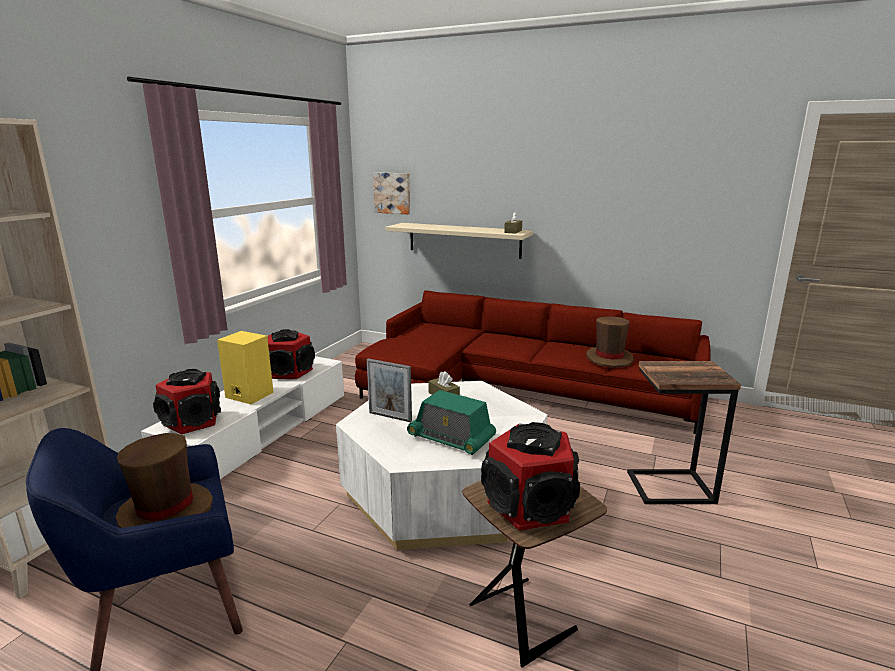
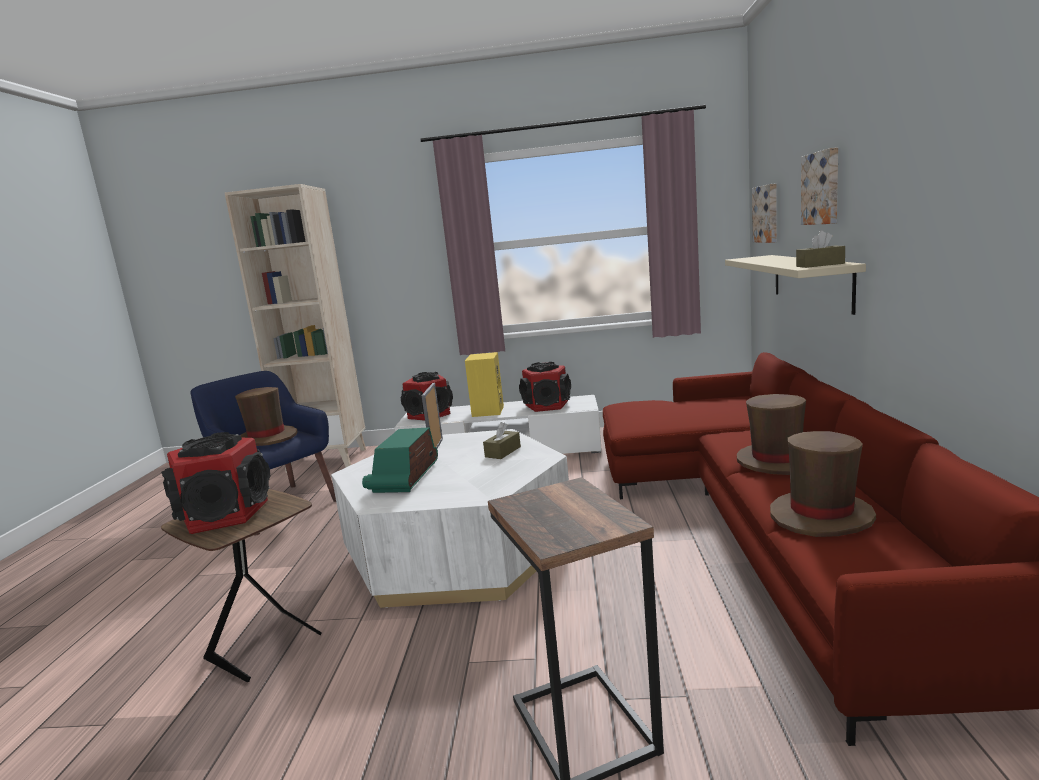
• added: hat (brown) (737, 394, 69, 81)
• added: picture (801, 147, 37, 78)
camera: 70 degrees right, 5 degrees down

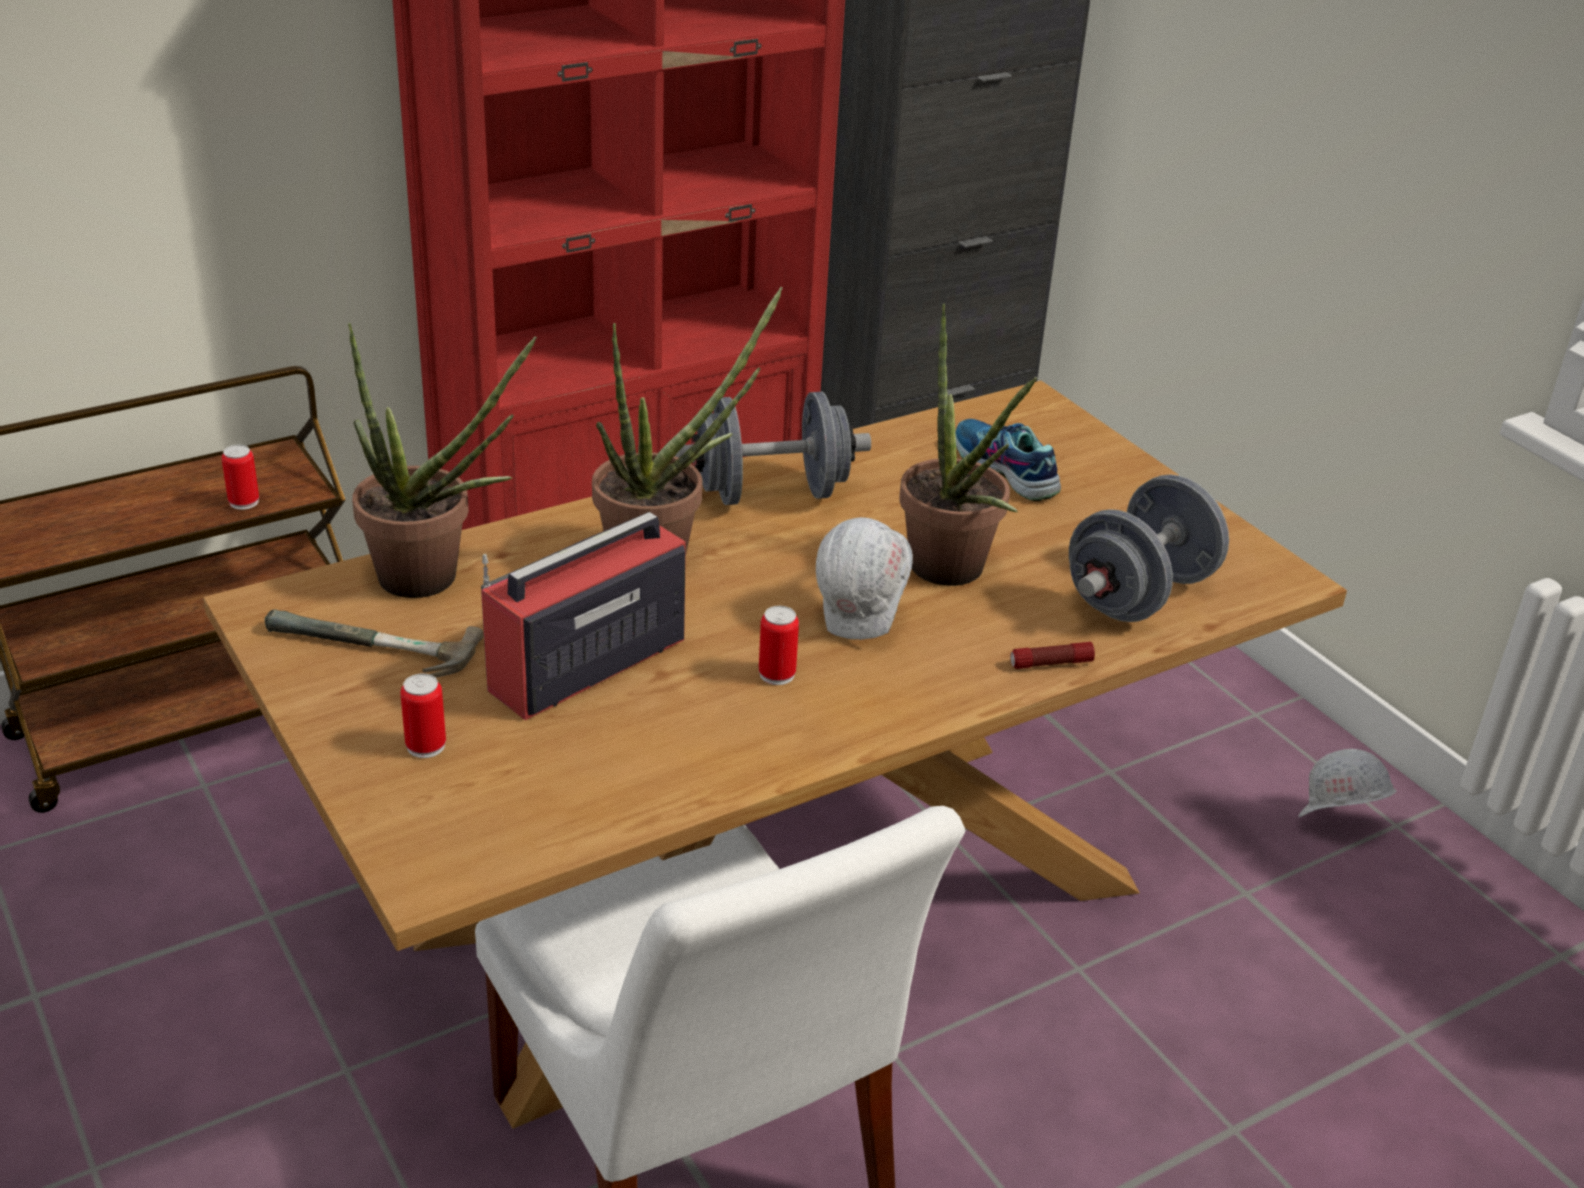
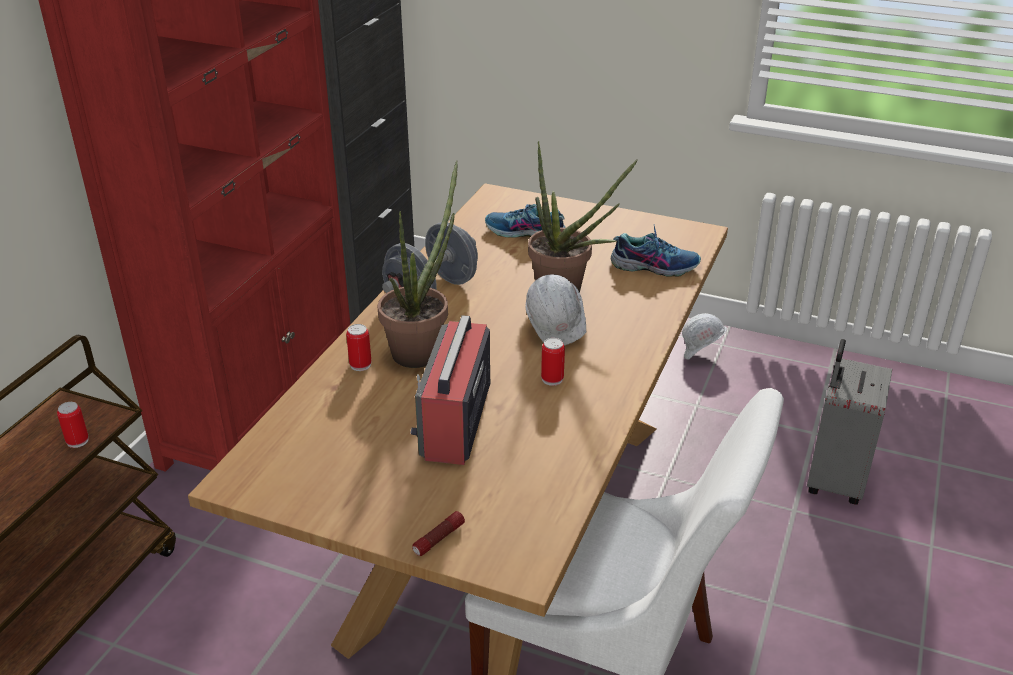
• moved: can (400, 673, 46, 85) to (346, 324, 26, 47)
• moved: flashlight (1010, 642, 85, 27) to (412, 511, 53, 45)
• replaced: dumbbell (grey) (1069, 475, 160, 147) to shoe (611, 224, 90, 53)
• added: suitcase (grey) (807, 339, 85, 166)
• removed: hammer (265, 609, 218, 69)
• removed: potted plant (348, 322, 189, 276)
camera: 35 degrees left, 0 degrees up

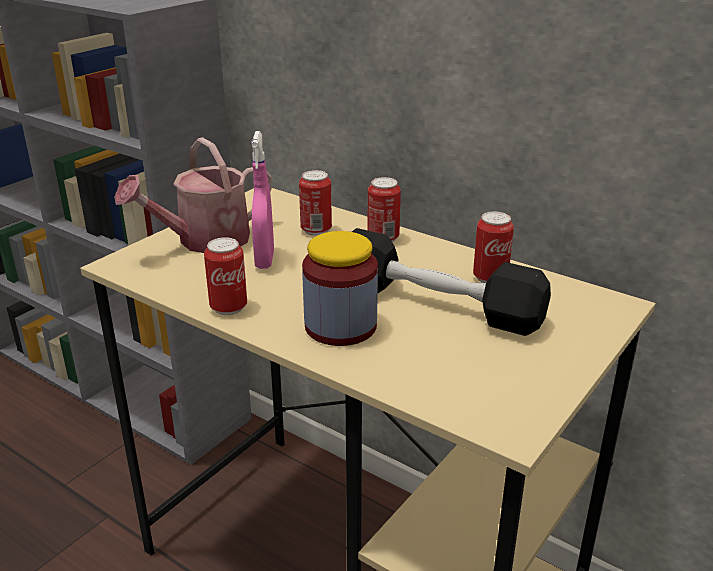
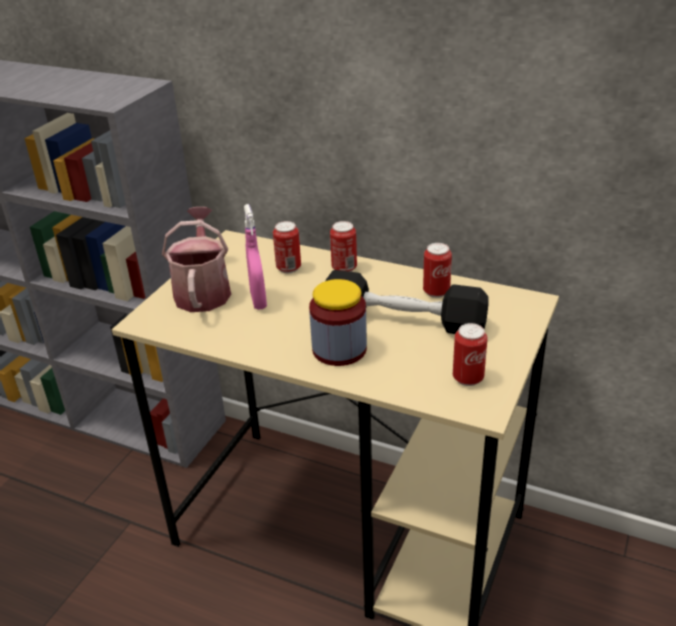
• turned: watering can (114, 137, 158, 116) = (162, 207, 69, 105) 135 degrees clockwise
• moved: can (204, 237, 43, 78) to (453, 323, 34, 63)
camera: 10 degrees left, 5 degrees up

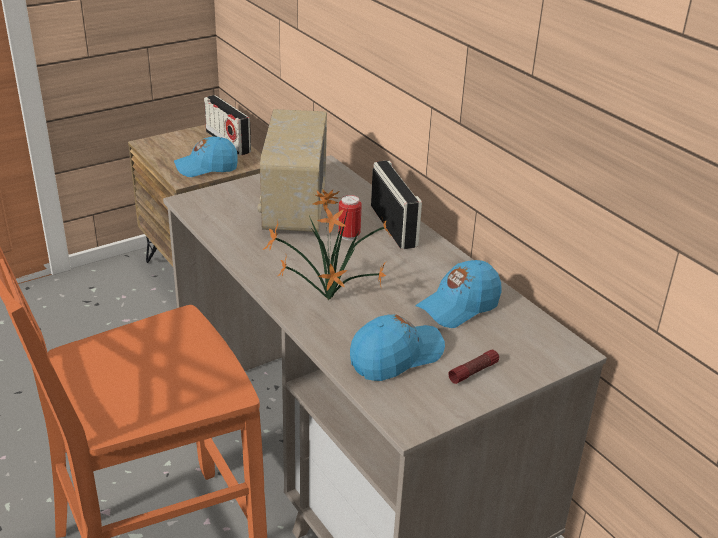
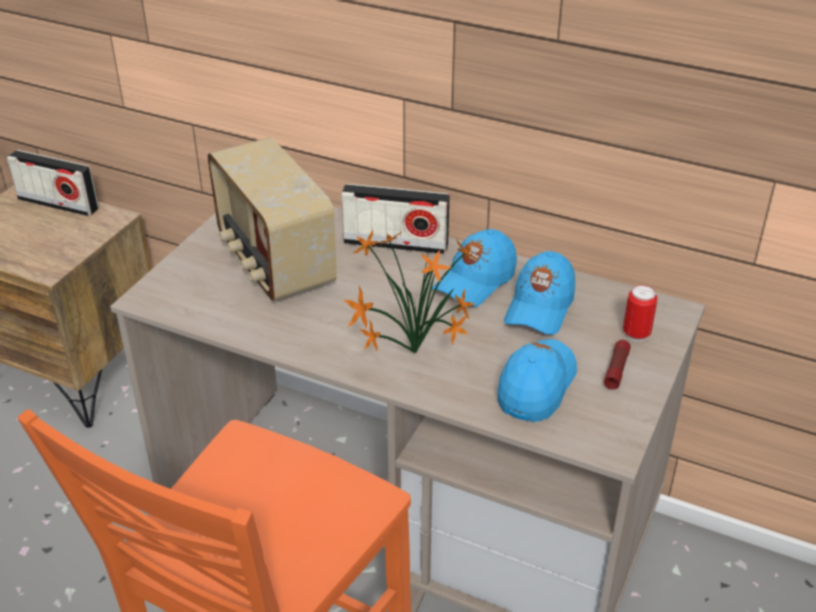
• turned: radio (371, 161, 51, 88) = (341, 184, 109, 70) 150 degrees clockwise
• moved: cap (blue) (174, 137, 64, 40) to (432, 229, 85, 78)
• moved: can (338, 195, 24, 46) to (623, 285, 34, 56)
camera: 30 degrees left, 5 degrees up

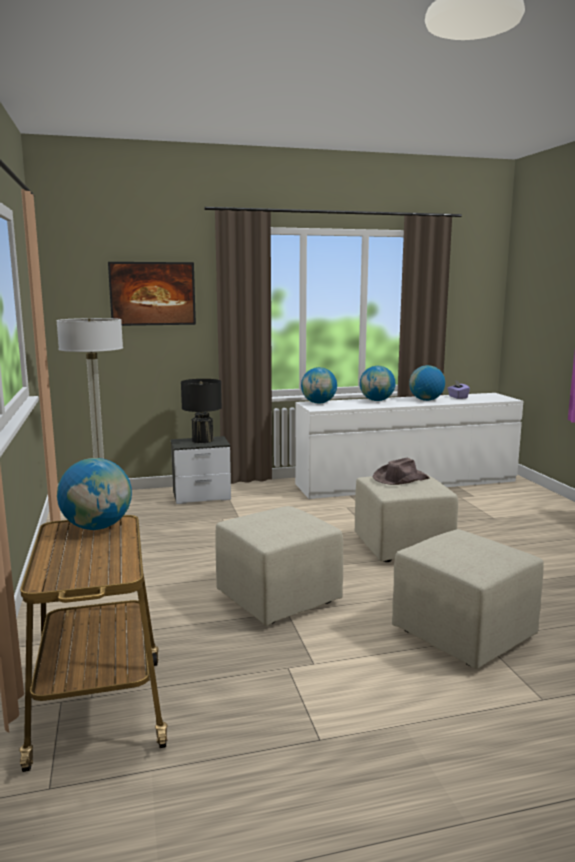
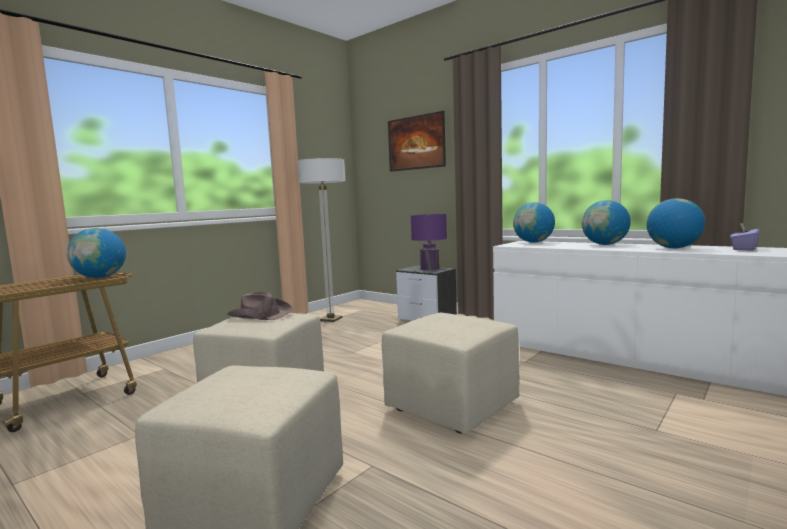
• moved: hat (brown) (373, 458, 57, 27) to (227, 292, 66, 28)
• recoloured: table lamp (black) (181, 379, 41, 64) to table lamp (purple) (411, 214, 36, 56)
camera: 55 degrees right, 5 degrees down

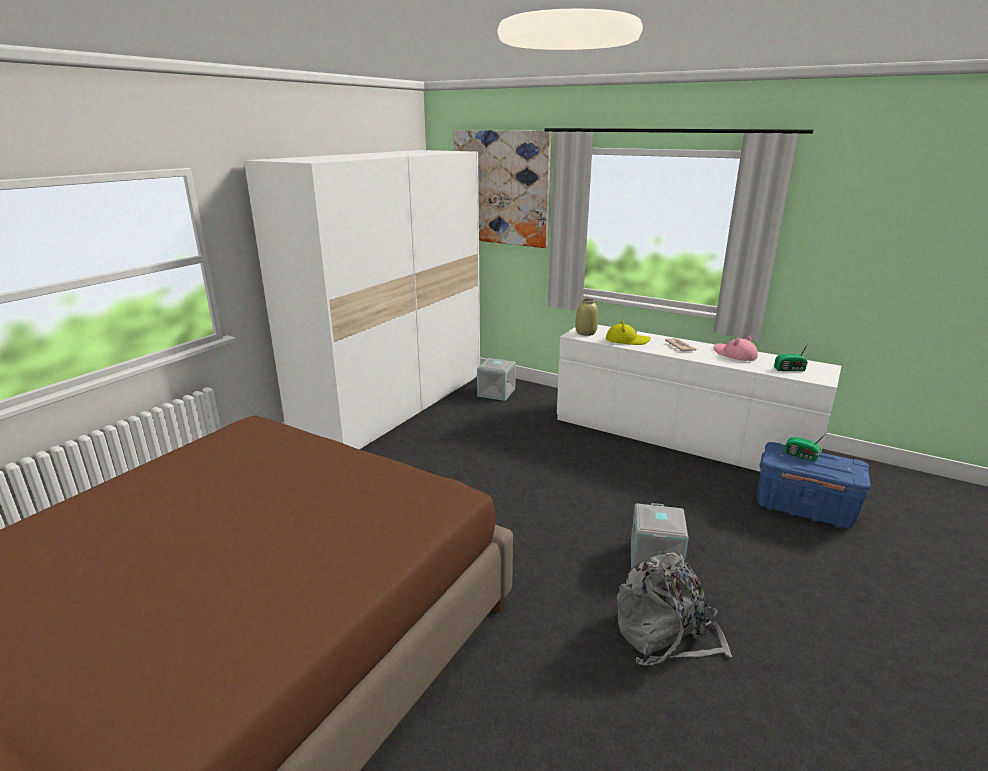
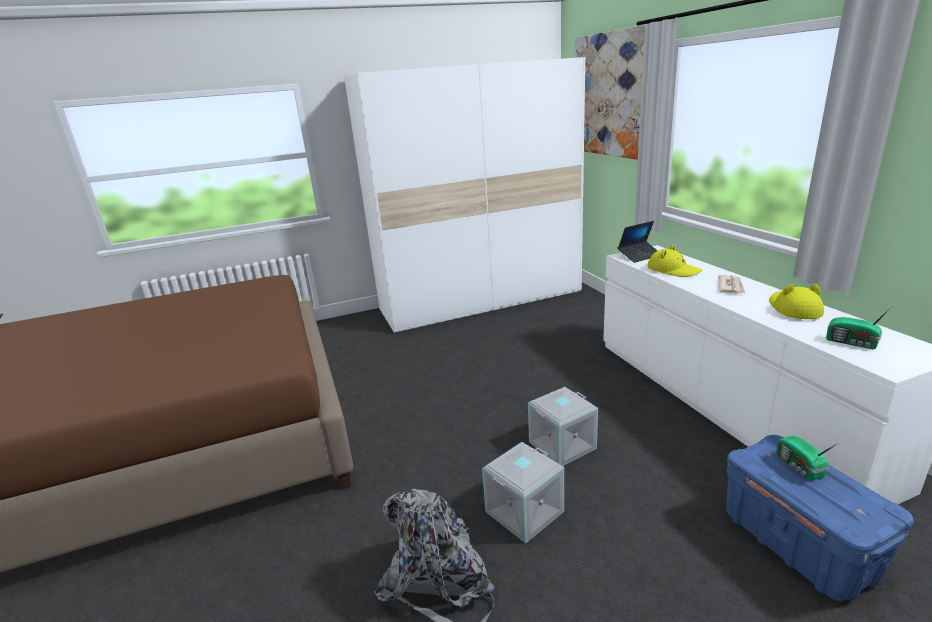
• moved: storage box (grey) (477, 358, 39, 43) to (528, 387, 70, 79)
• replaced: vase (beige) (575, 298, 23, 38) to laptop (618, 221, 40, 42)
• recoloured: hat (pink) (714, 335, 44, 26) to hat (yellow) (769, 284, 55, 35)
camera: 40 degrees right, 0 degrees up

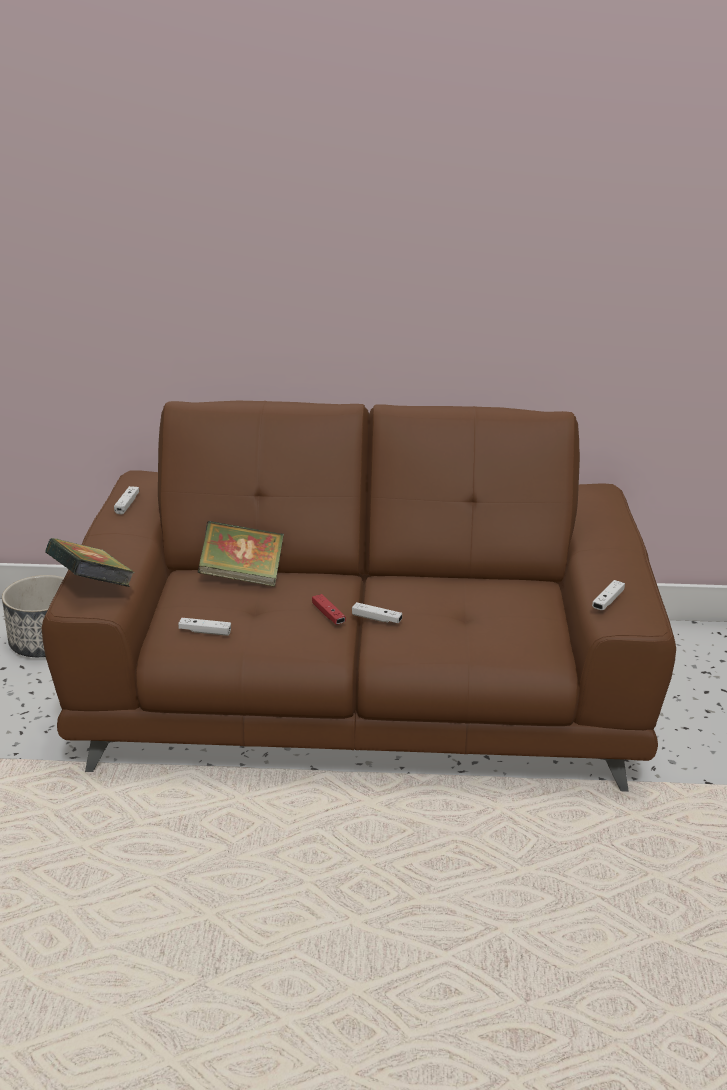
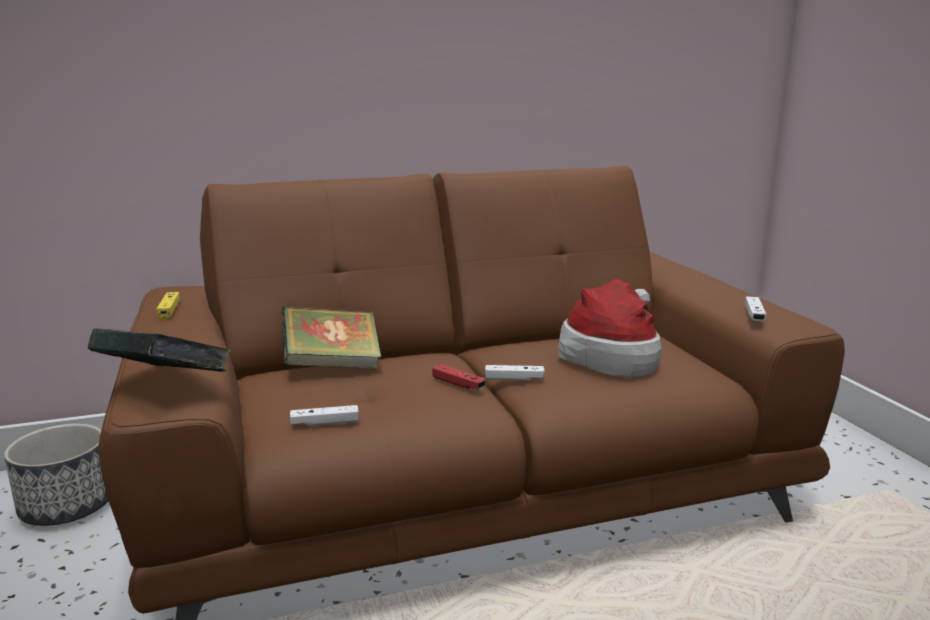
• recoloured: game controller (white) (114, 486, 25, 29) to game controller (yellow) (156, 292, 24, 27)
• added: hat (558, 279, 104, 98)
camera: 20 degrees left, 10 degrees down

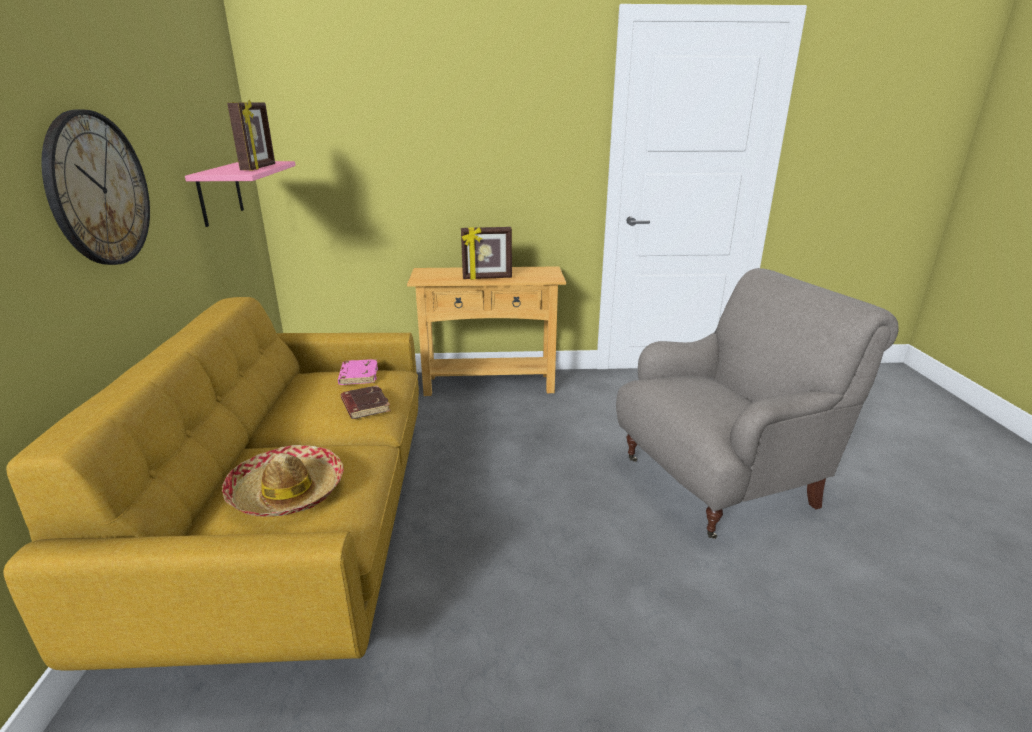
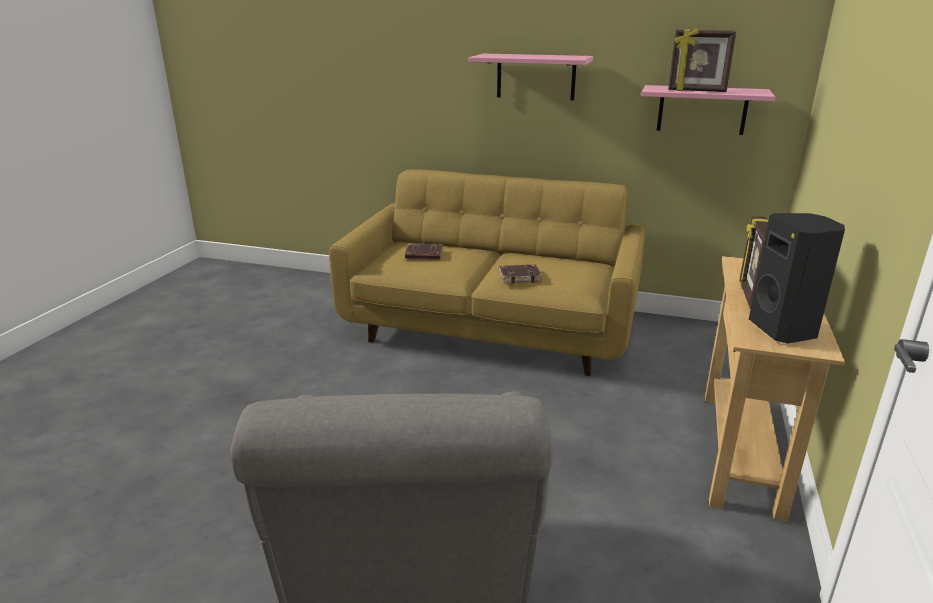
• replaced: hat (221, 445, 123, 72) to book (brown) (405, 243, 38, 17)
• replaced: wall clock (41, 110, 109, 155) to shelf (pink) (469, 53, 124, 47)
• added: speaker (black) (749, 213, 96, 130)
• removed: book (pink) (338, 359, 40, 26)
camera: 110 degrees right, 0 degrees up

